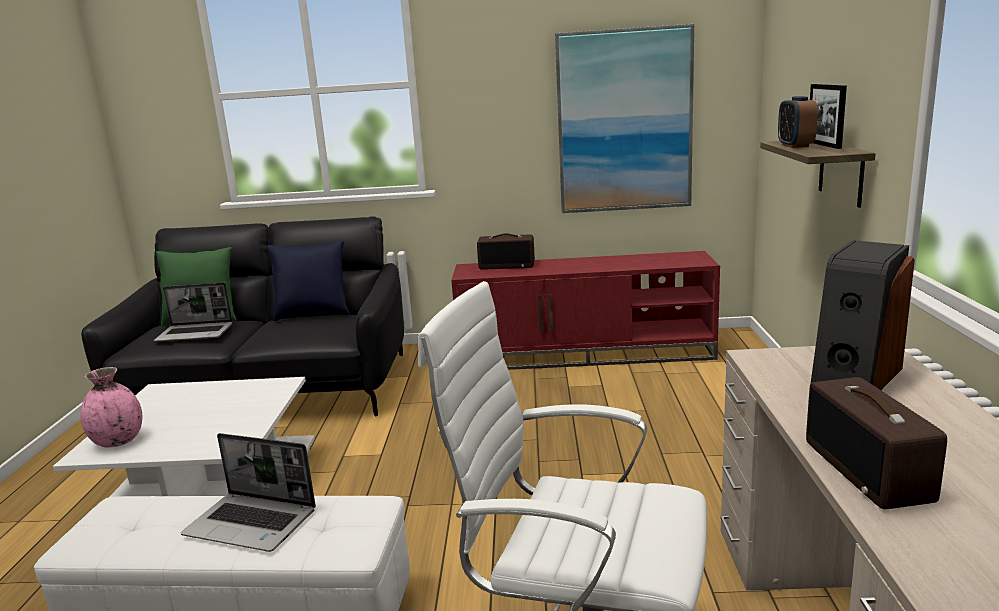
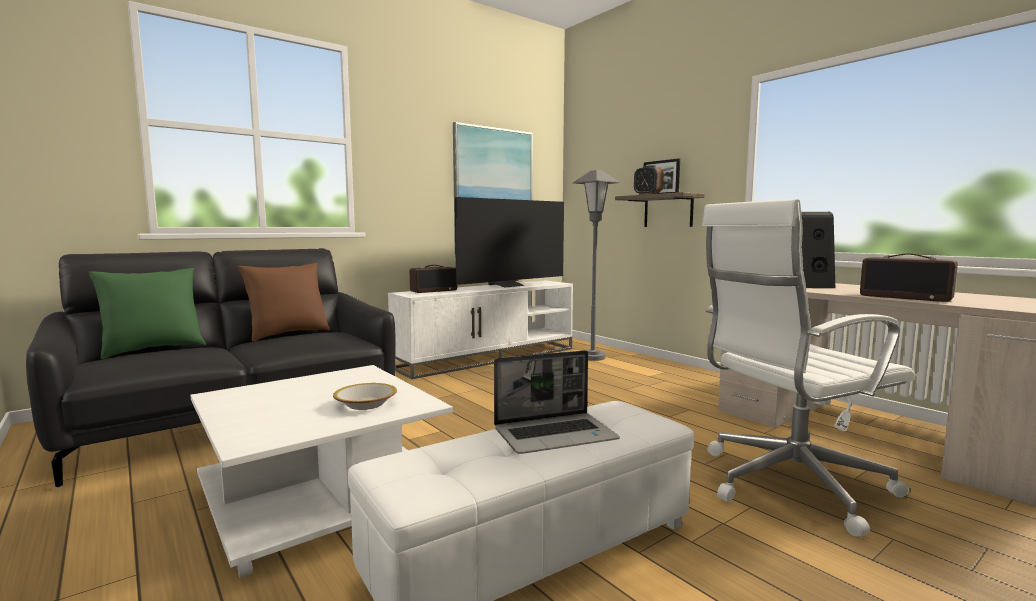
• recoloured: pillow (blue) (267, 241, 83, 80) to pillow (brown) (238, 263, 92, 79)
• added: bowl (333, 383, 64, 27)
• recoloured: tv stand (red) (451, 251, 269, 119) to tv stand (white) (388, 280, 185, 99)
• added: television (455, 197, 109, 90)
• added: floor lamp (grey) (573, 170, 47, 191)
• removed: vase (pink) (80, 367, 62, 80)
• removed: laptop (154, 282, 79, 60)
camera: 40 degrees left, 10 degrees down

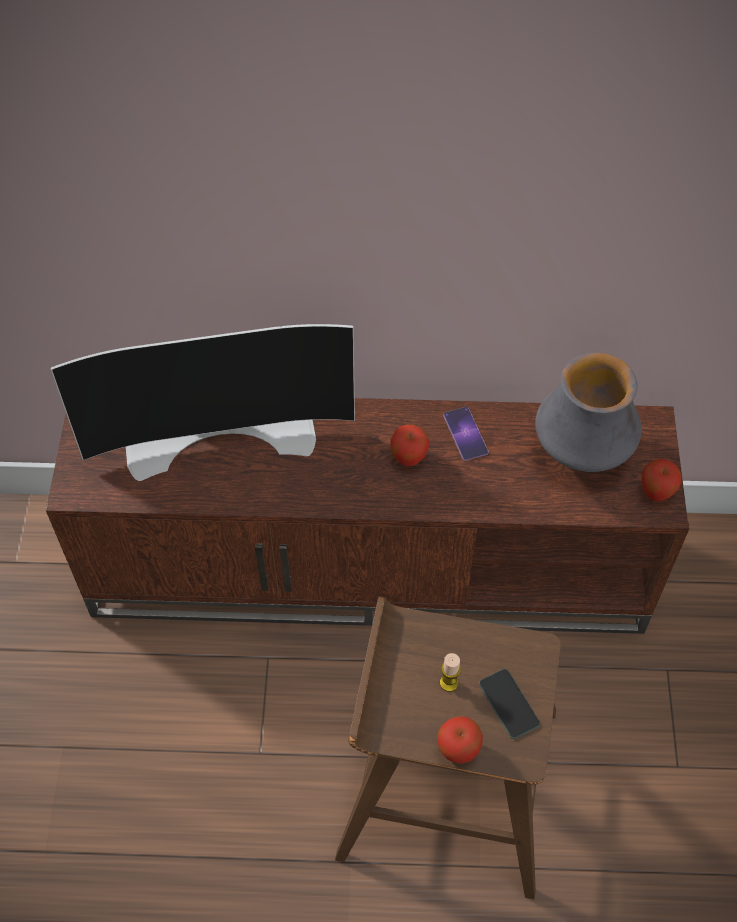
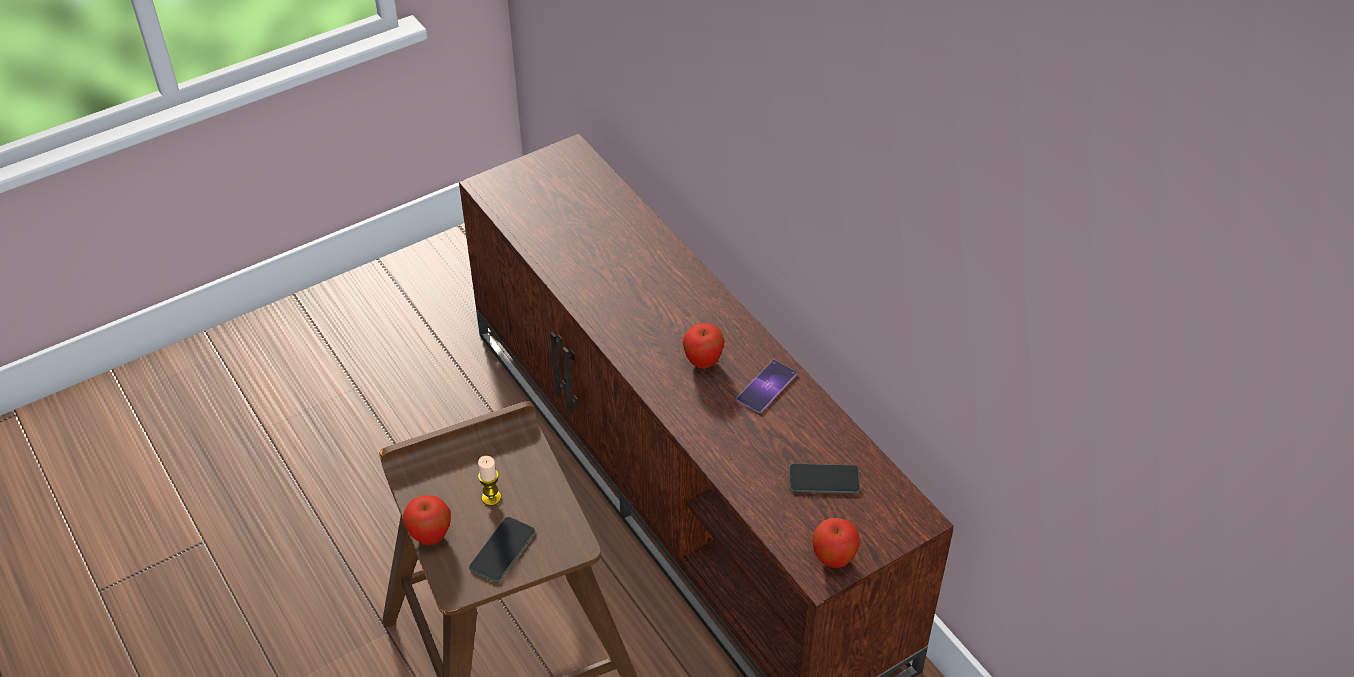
• replaced: vase (535, 352, 107, 120) to phone (789, 464, 71, 29)
• removed: television (51, 324, 304, 157)
camera: 55 degrees right, 10 degrees down

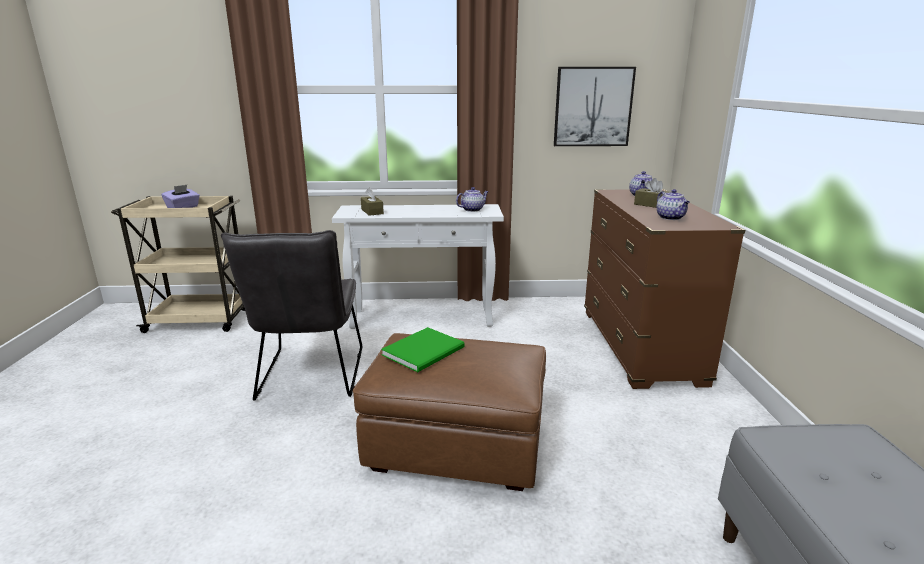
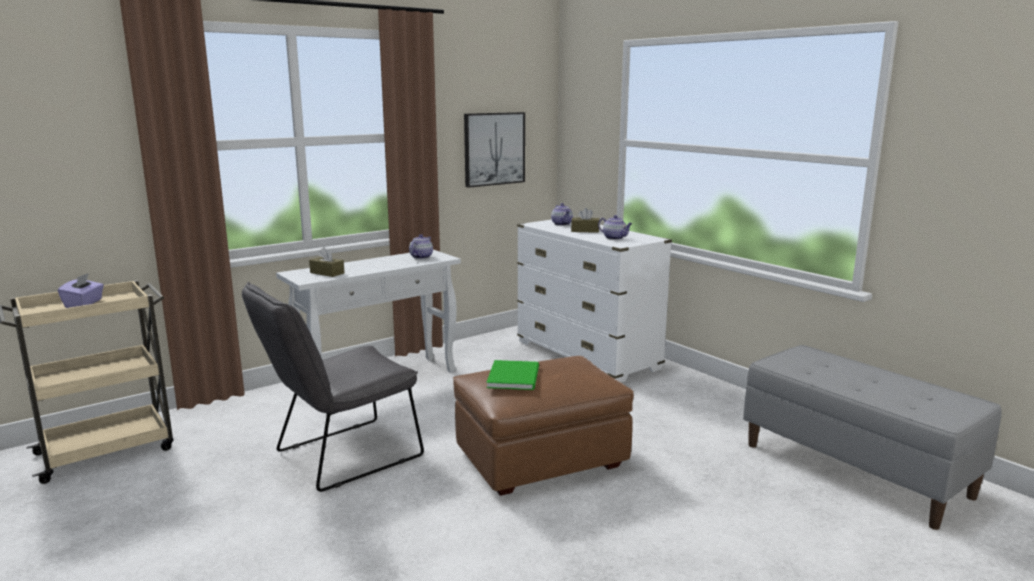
• turned: chair (grey) (221, 230, 141, 171) = (242, 282, 182, 210) 90 degrees clockwise
• recoloured: dresser (brown) (584, 189, 161, 200) to dresser (white) (517, 220, 155, 163)
camera: 35 degrees left, 5 degrees down

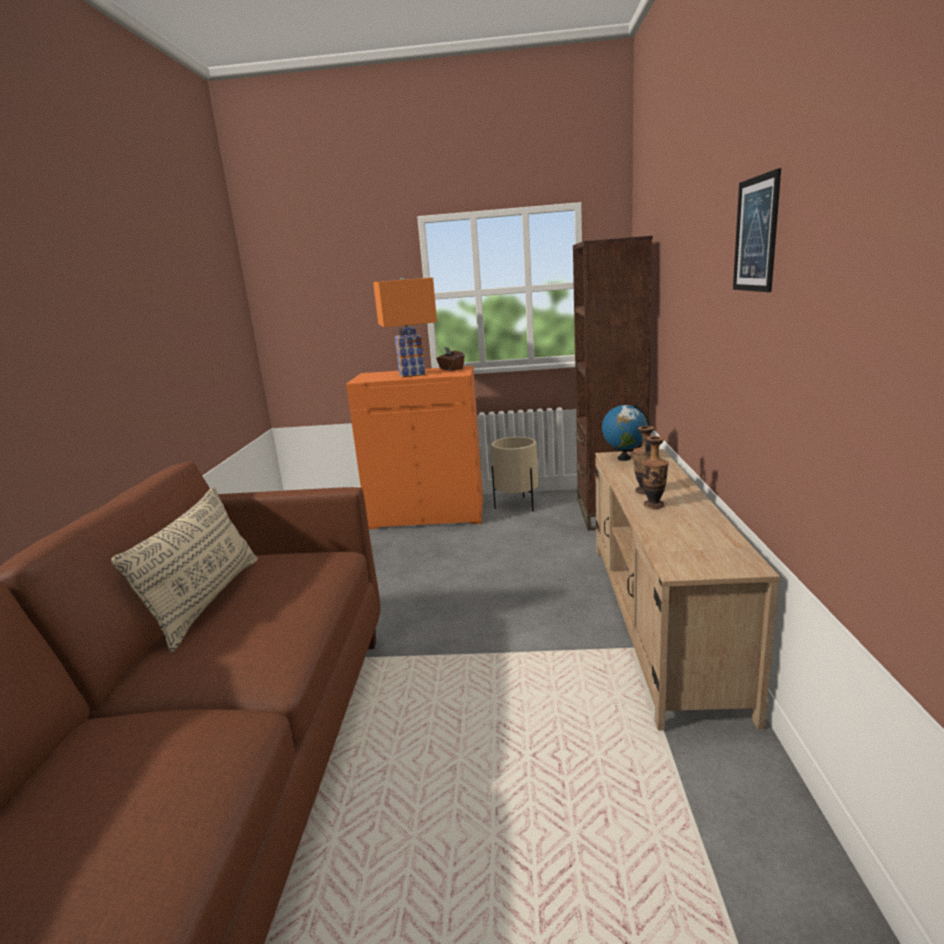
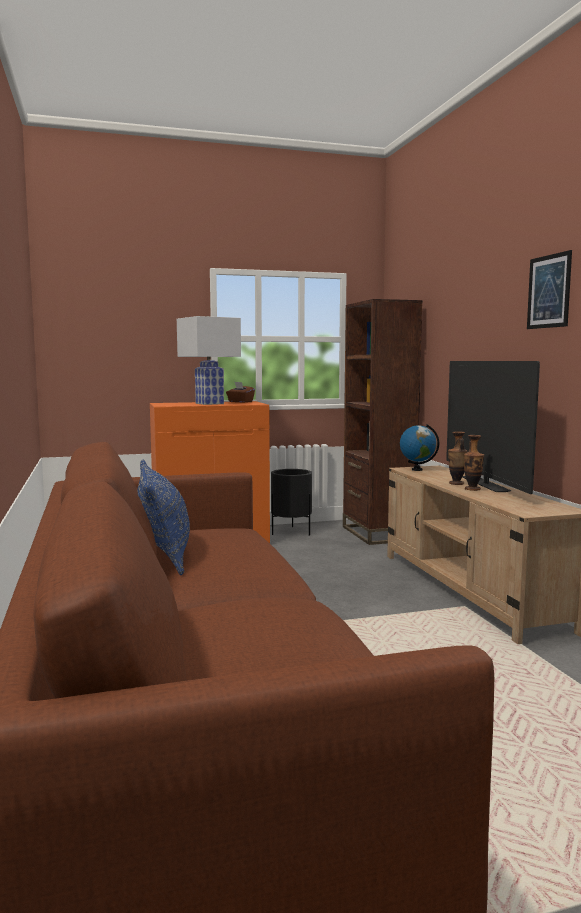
• recoloured: pillow (beige) (111, 487, 147, 165) to pillow (blue) (137, 460, 53, 115)
• recoloured: table lamp (orange) (373, 277, 64, 101) to table lamp (white) (177, 316, 64, 89)
• recoloured: planter (beige) (491, 437, 47, 75) to planter (black) (271, 469, 41, 67)
• added: television (446, 361, 94, 133)
camera: 20 degrees left, 10 degrees down

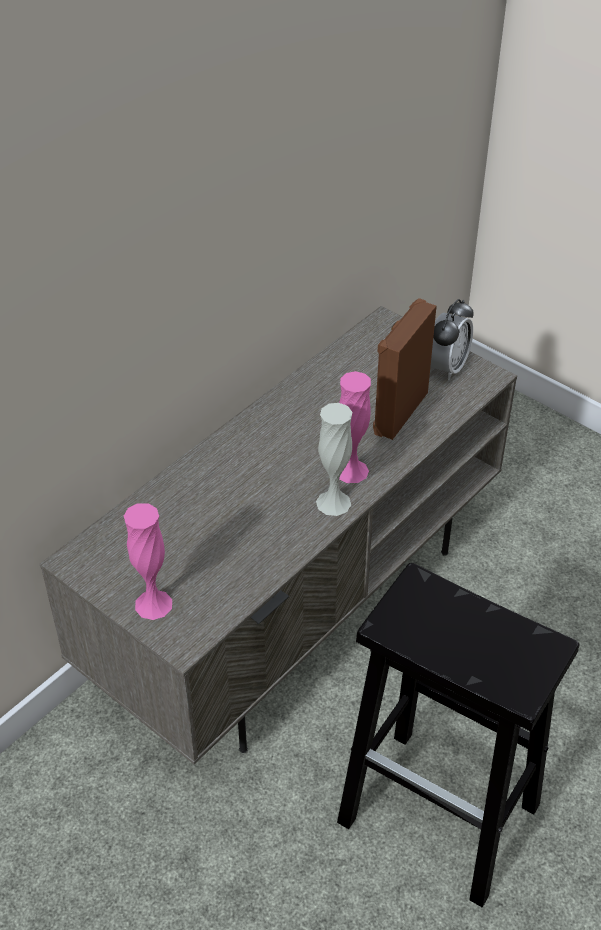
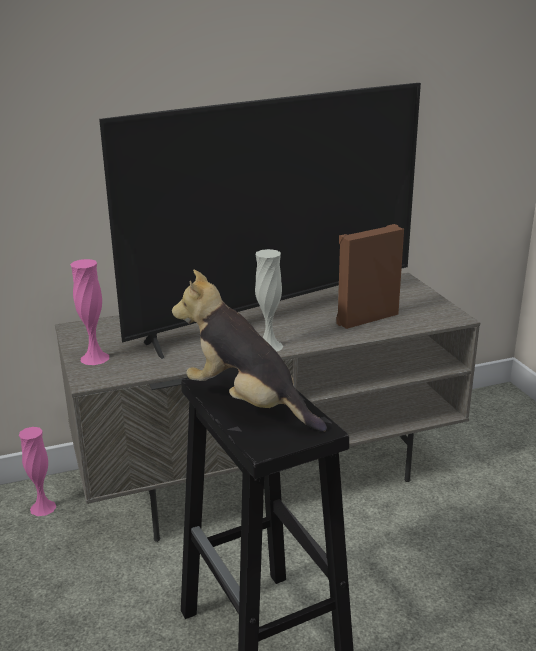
• moved: vase (pink) (339, 371, 32, 112) to (19, 427, 37, 89)
• added: television (99, 83, 322, 276)
• added: plush toy (172, 270, 155, 162)
• removed: alarm clock (430, 299, 44, 81)
camera: 30 degrees right, 20 degrees down

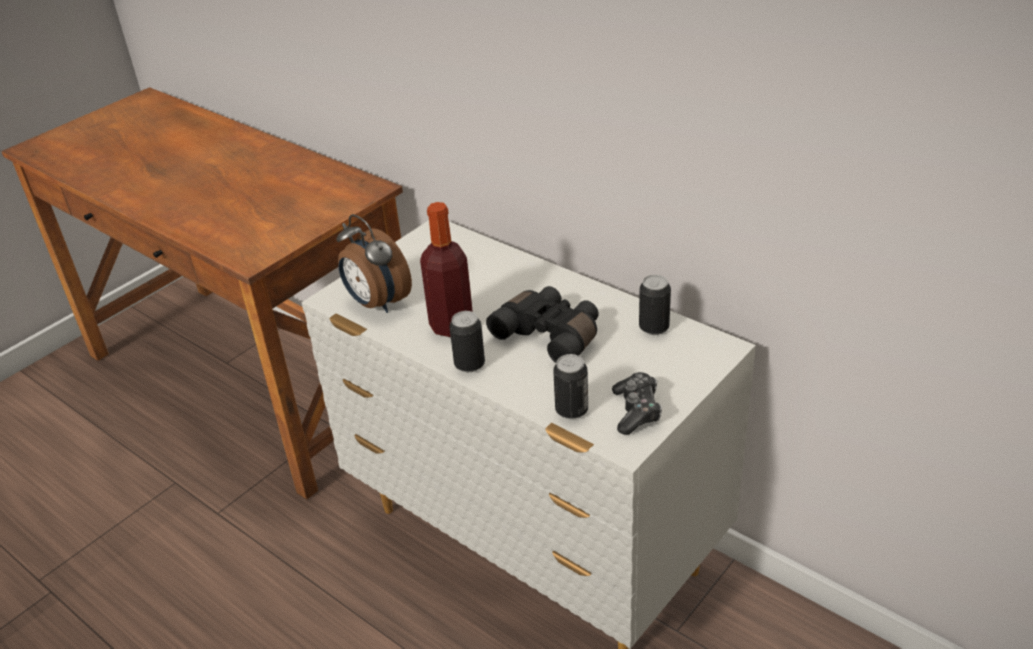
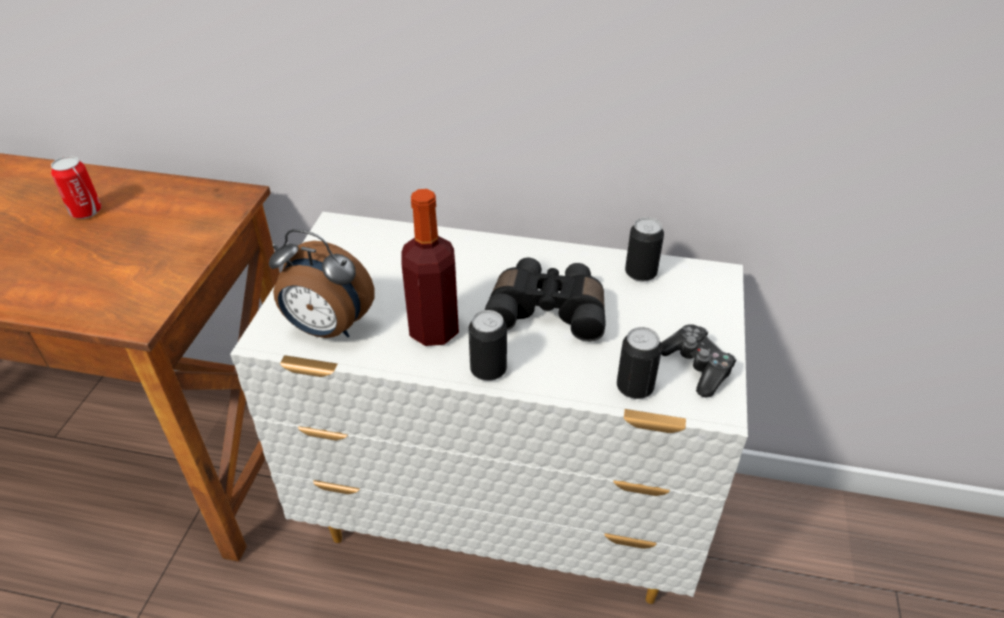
• added: can (51, 156, 51, 63)
camera: 30 degrees left, 5 degrees up

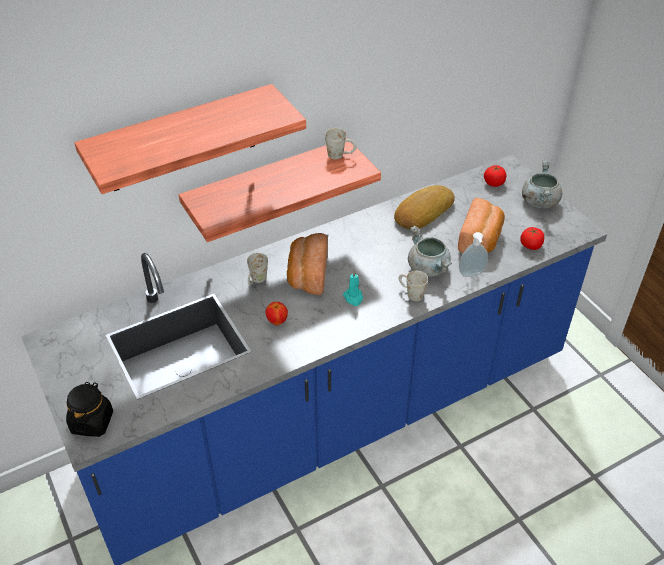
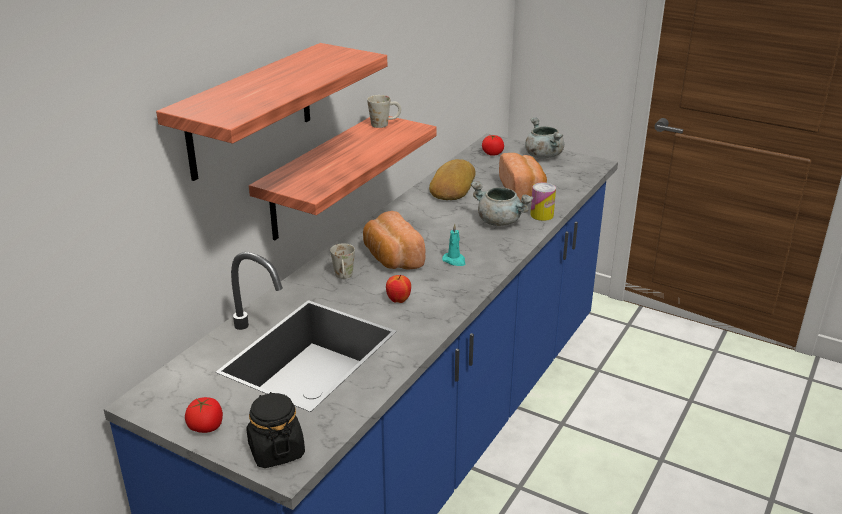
• moved: tomato (520, 227, 24, 23) to (185, 397, 38, 36)
• replaced: soap dispenser (459, 232, 29, 45) to can (530, 182, 26, 39)
• removed: mug (white) (399, 271, 29, 30)
camera: 30 degrees left, 15 degrees down

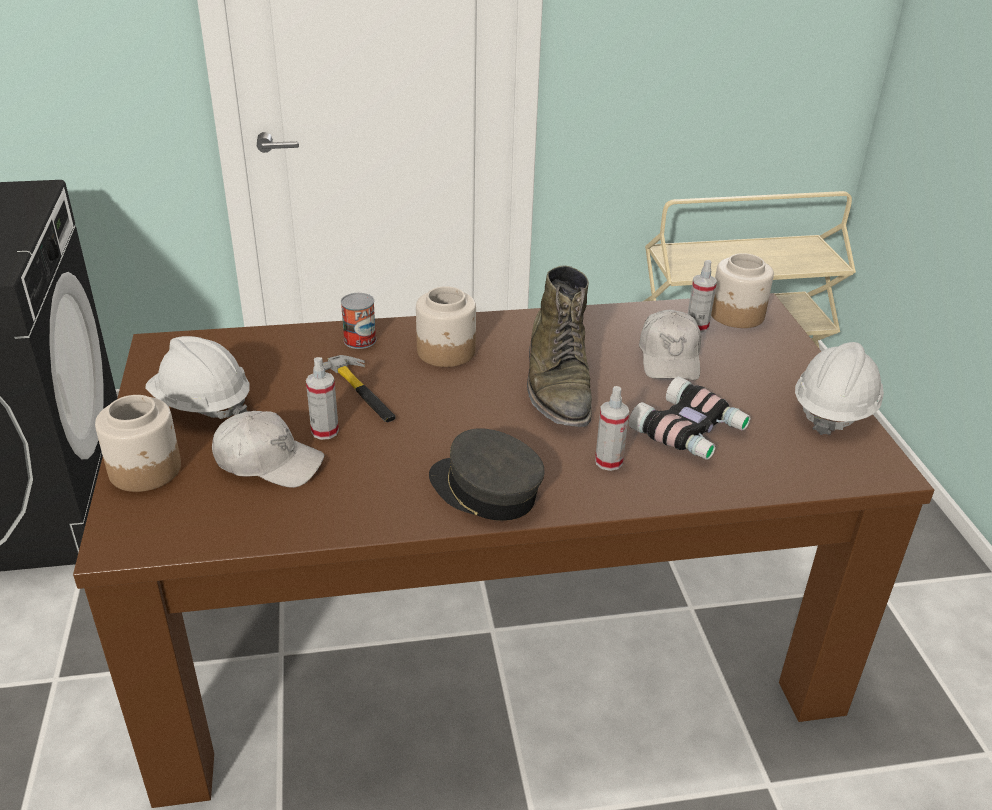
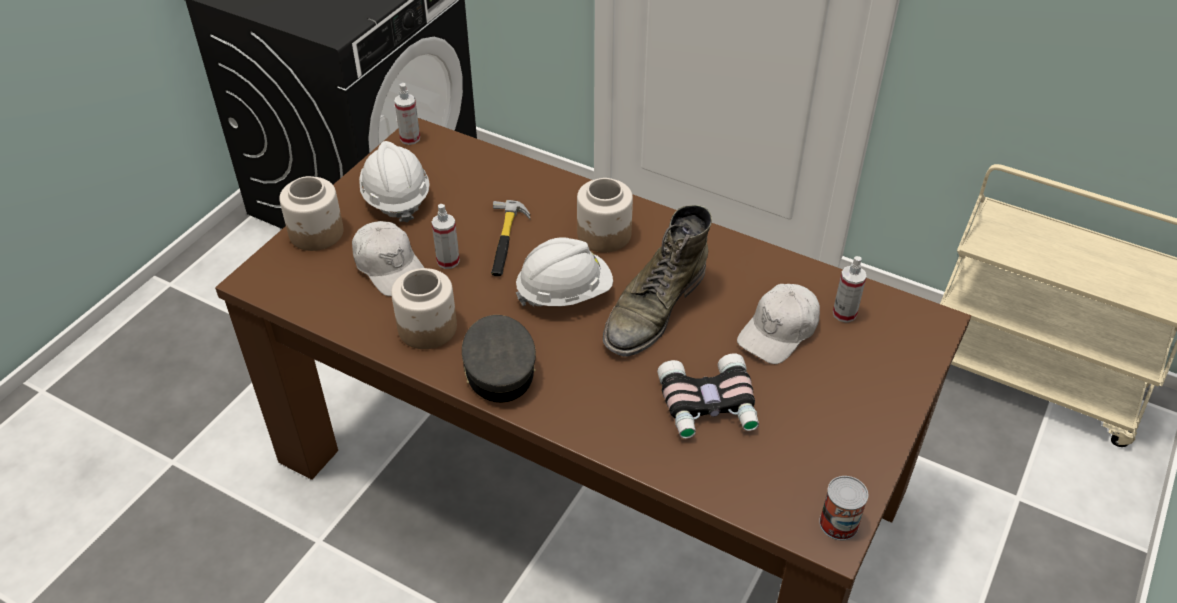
• moved: jar (711, 253, 63, 75) to (391, 268, 66, 81)
• moved: spray bottle (595, 386, 34, 85) to (394, 83, 26, 62)
• moved: hard hat (white) (795, 342, 89, 93) to (516, 237, 97, 71)
• moved: can (341, 293, 35, 56) to (819, 476, 49, 64)
camera: 40 degrees right, 10 degrees up

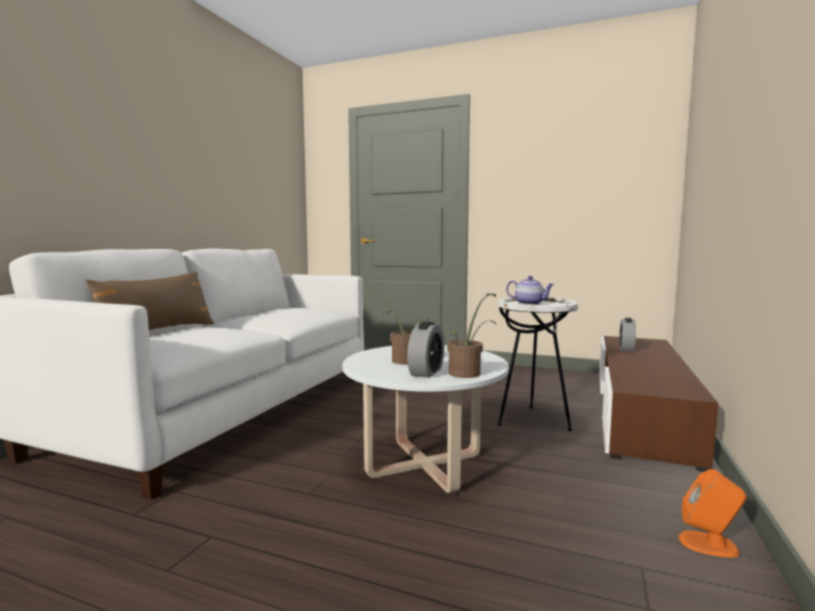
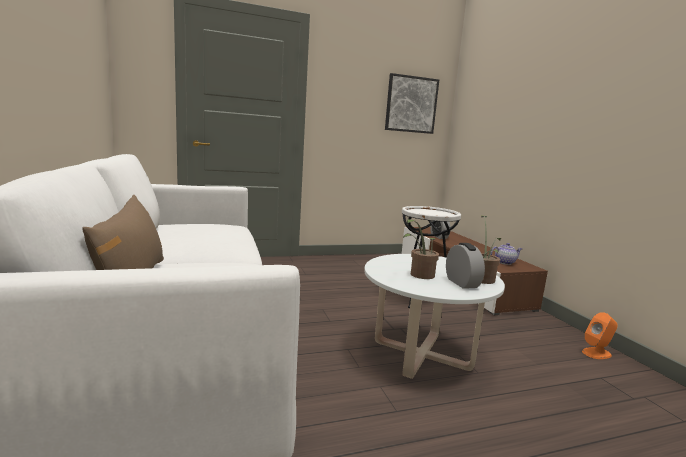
• added: picture (385, 73, 54, 61)
• moved: teapot (506, 276, 49, 29) to (490, 243, 32, 22)
camera: 40 degrees left, 5 degrees up

